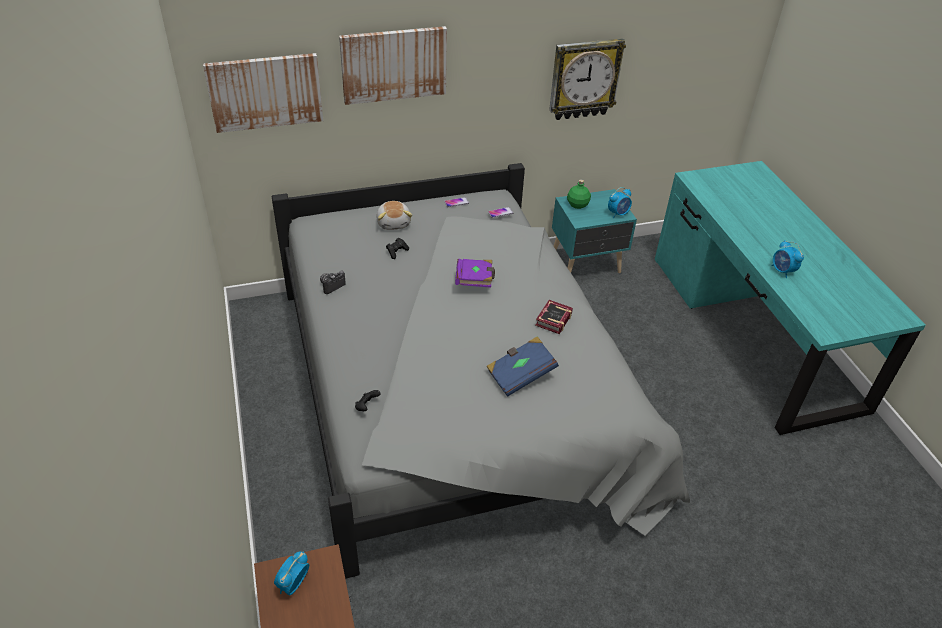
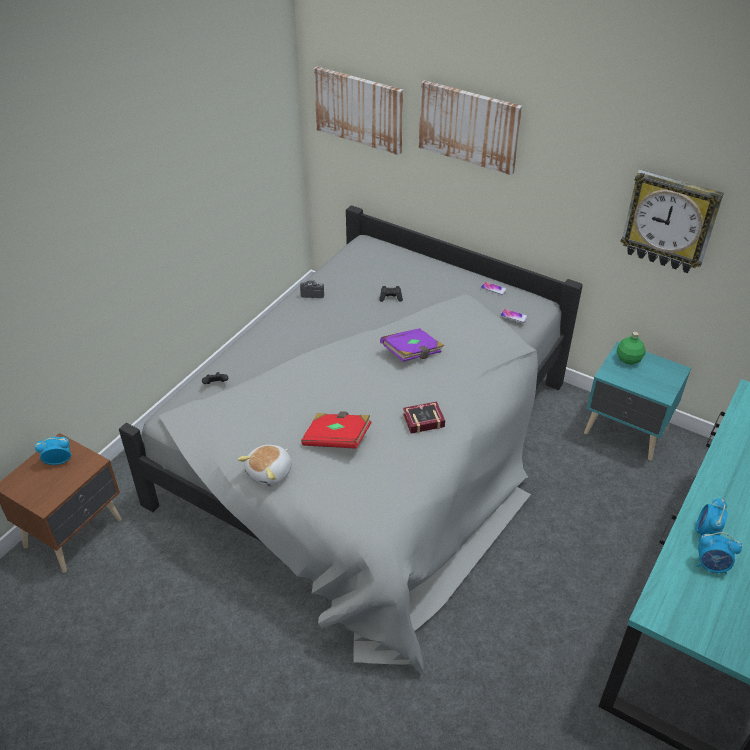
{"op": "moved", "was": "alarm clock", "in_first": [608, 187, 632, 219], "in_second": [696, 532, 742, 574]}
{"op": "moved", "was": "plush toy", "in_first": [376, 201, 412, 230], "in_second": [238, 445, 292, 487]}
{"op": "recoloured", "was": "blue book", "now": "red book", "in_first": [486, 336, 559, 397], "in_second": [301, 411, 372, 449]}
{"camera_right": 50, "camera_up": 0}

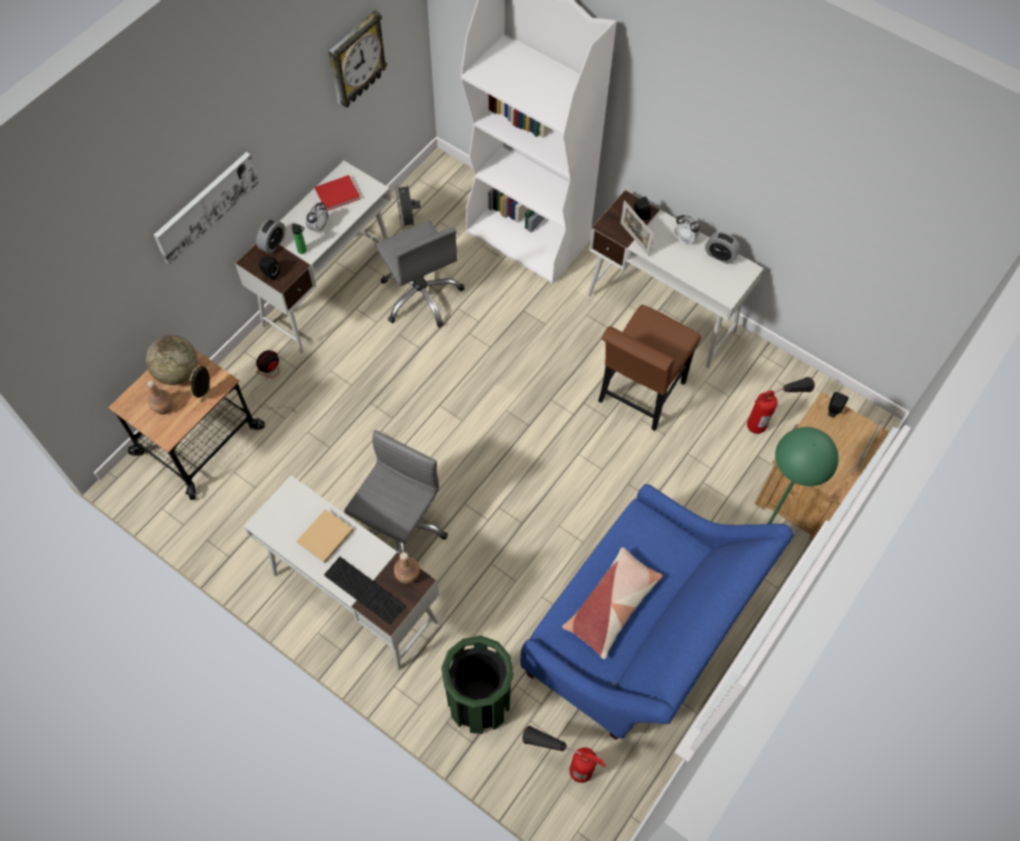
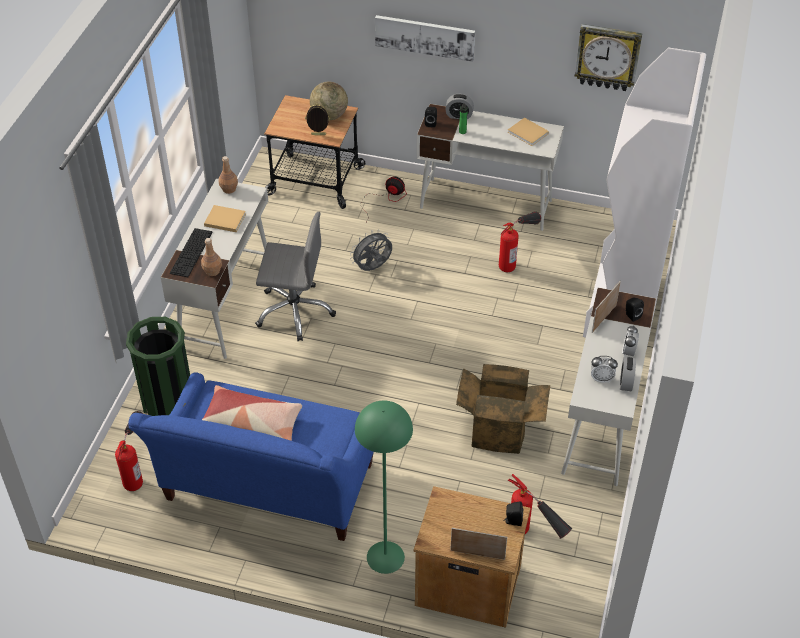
{"op": "recoloured", "was": "red book", "now": "beige book", "in_first": [315, 175, 360, 211], "in_second": [507, 118, 549, 146]}
{"op": "moved", "was": "grey fan", "in_first": [395, 183, 421, 231], "in_second": [350, 229, 392, 271]}
{"op": "moved", "was": "alarm clock", "in_first": [306, 202, 329, 234], "in_second": [591, 356, 618, 383]}
{"op": "replaced", "was": "grey office chair", "now": "fire extinguisher", "in_first": [375, 220, 465, 328], "in_second": [499, 211, 541, 272]}
{"op": "replaced", "was": "brown chair", "now": "cardboard box", "in_first": [598, 305, 701, 431], "in_second": [456, 364, 550, 454]}
{"op": "moved", "was": "brown bottle", "in_first": [147, 380, 173, 415], "in_second": [218, 156, 238, 194]}
{"camera_right": 70, "camera_up": -15}

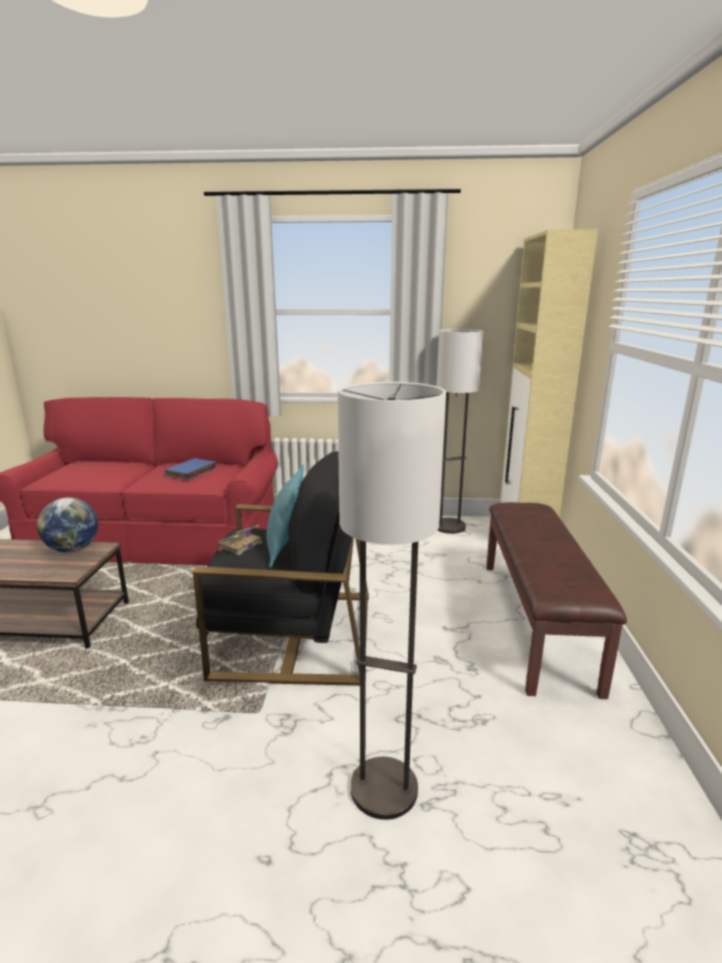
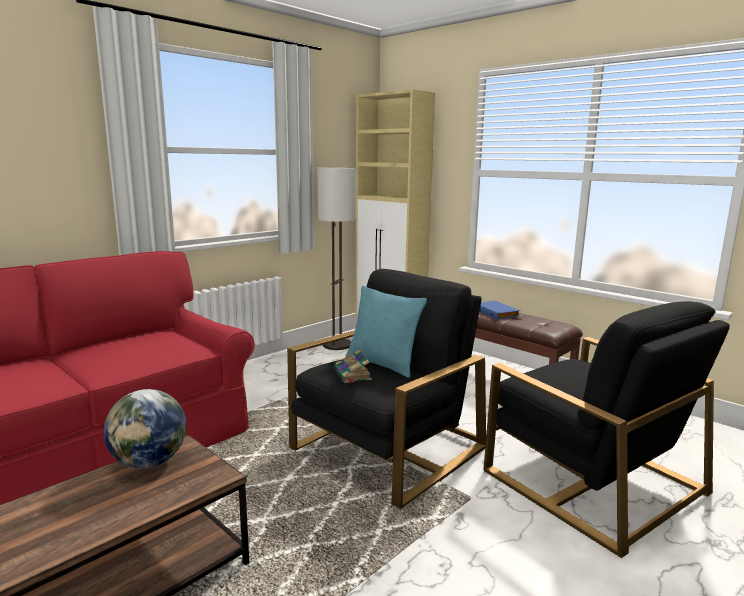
{"op": "replaced", "was": "floor lamp", "now": "black armchair", "in_first": [338, 382, 446, 820], "in_second": [483, 301, 730, 558]}
{"op": "moved", "was": "blue book", "in_first": [165, 458, 217, 480], "in_second": [479, 301, 520, 320]}
{"camera_right": -50, "camera_up": -5}

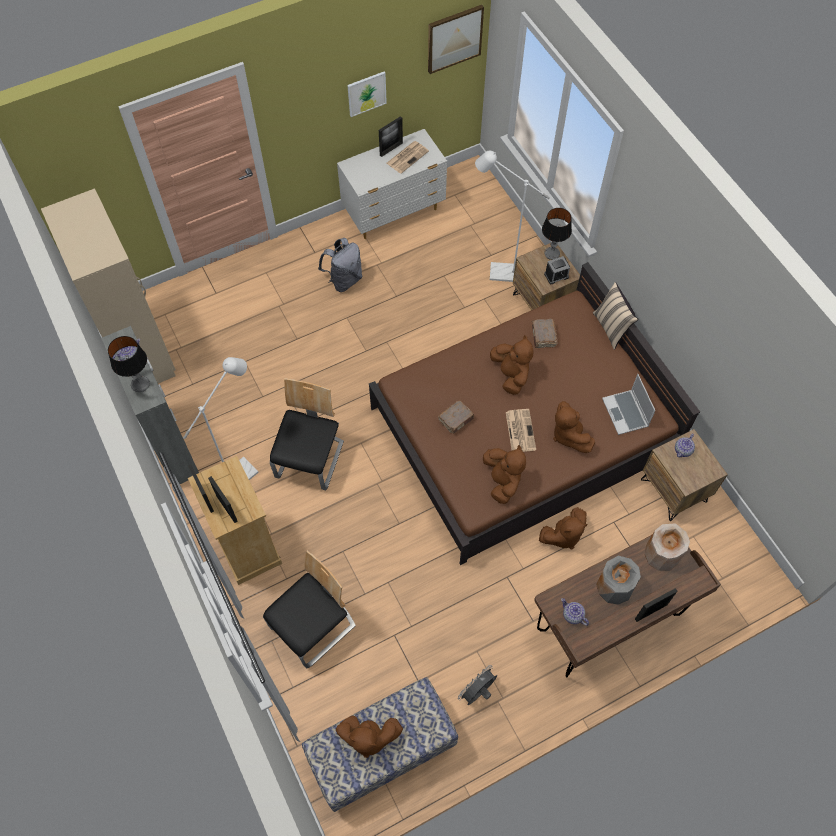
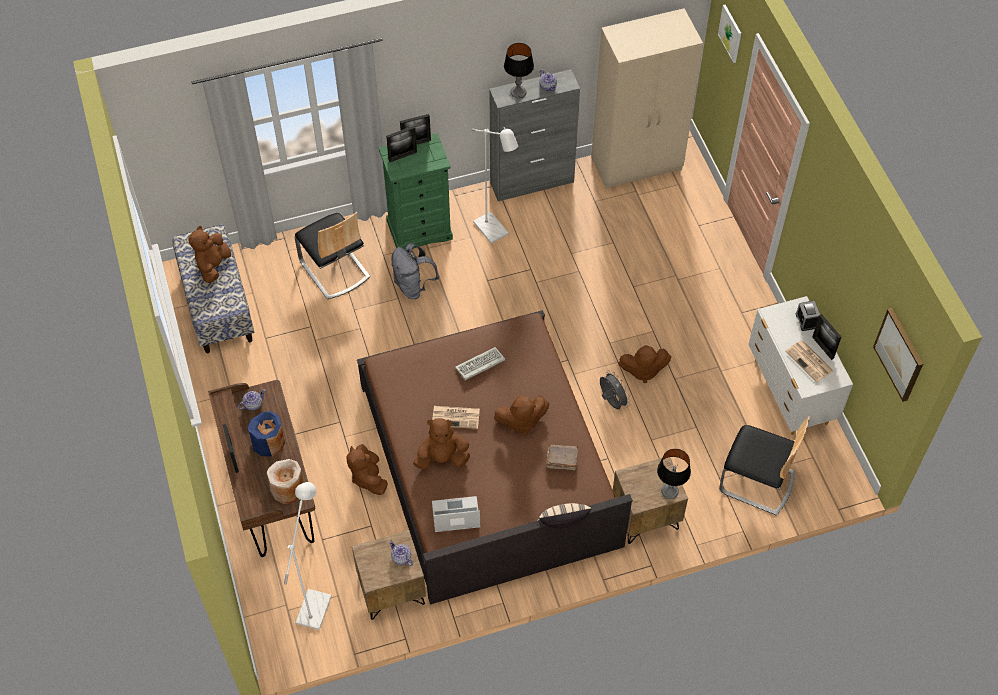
{"op": "moved", "was": "picture", "in_first": [347, 72, 387, 117], "in_second": [718, 5, 741, 63]}
{"op": "moved", "was": "white floor lamp", "in_first": [475, 151, 550, 282], "in_second": [284, 482, 332, 630]}
{"op": "moved", "was": "grey backpack", "in_first": [318, 238, 362, 292], "in_second": [392, 243, 439, 299]}
{"op": "moved", "was": "alarm clock", "in_first": [544, 256, 570, 284], "in_second": [796, 301, 820, 331]}
{"op": "moved", "was": "chair", "in_first": [270, 378, 344, 490], "in_second": [719, 416, 810, 516]}
{"op": "replaced", "was": "brown book", "now": "keyboard", "in_first": [438, 401, 474, 434], "in_second": [455, 347, 505, 380]}
{"op": "moved", "was": "brown plush toy", "in_first": [483, 445, 526, 504], "in_second": [618, 345, 671, 383]}
{"op": "recoloured", "was": "beige dresser", "now": "green dresser", "in_first": [188, 456, 282, 585], "in_second": [379, 133, 453, 249]}
{"op": "recoloured", "was": "grey vase", "now": "blue vase", "in_first": [596, 555, 641, 605], "in_second": [248, 411, 285, 456]}
{"op": "moved", "was": "grey fan", "in_first": [458, 665, 497, 705], "in_second": [600, 370, 631, 409]}
{"camera_right": 100, "camera_up": -5}

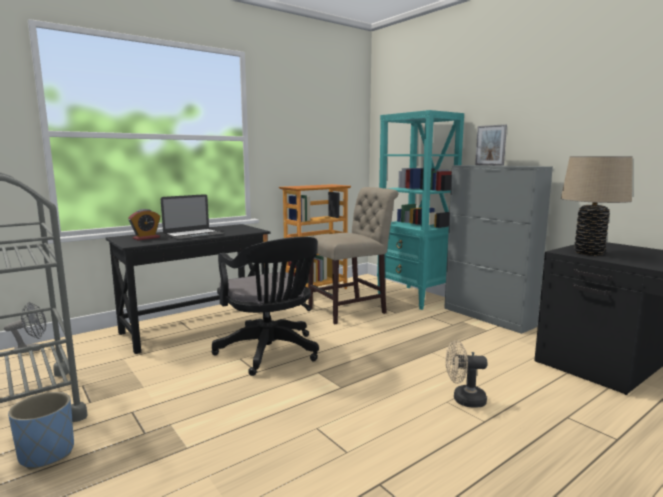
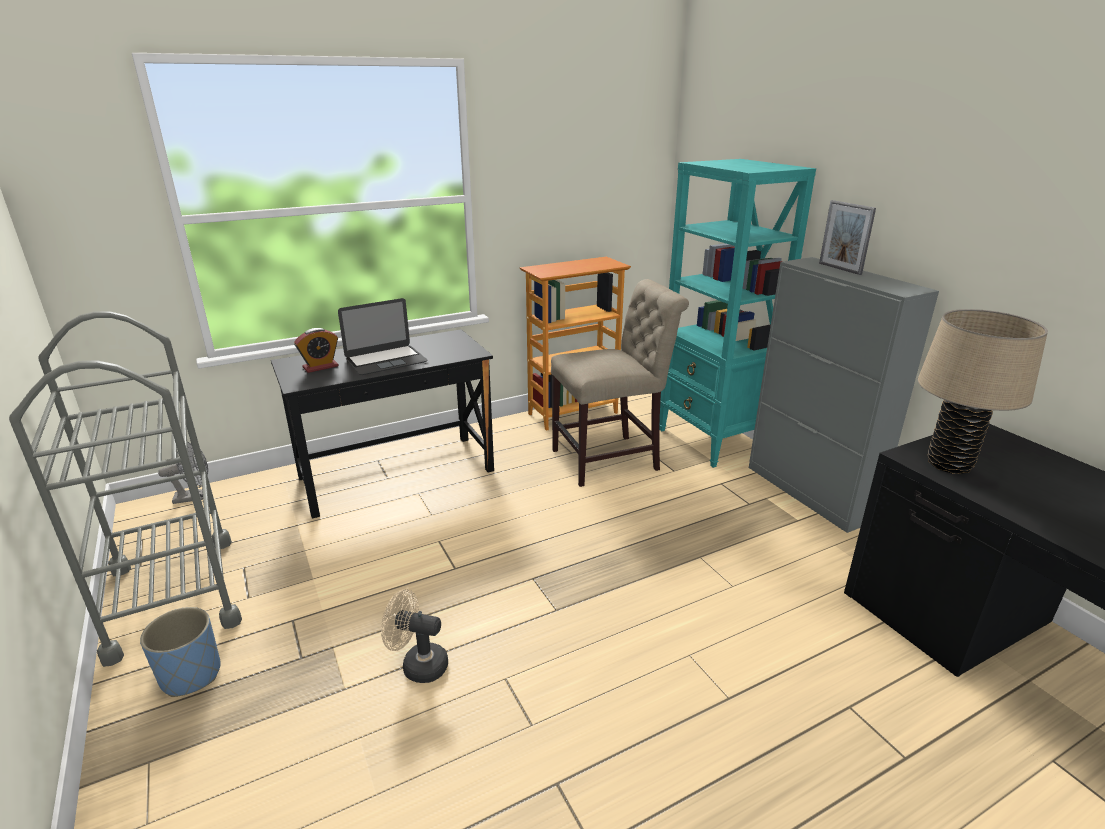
{"op": "removed", "was": "black office chair", "in_first": [212, 237, 319, 376]}
{"op": "moved", "was": "beige fan", "in_first": [446, 340, 487, 408], "in_second": [381, 589, 448, 683]}
{"camera_right": 10, "camera_up": 15}

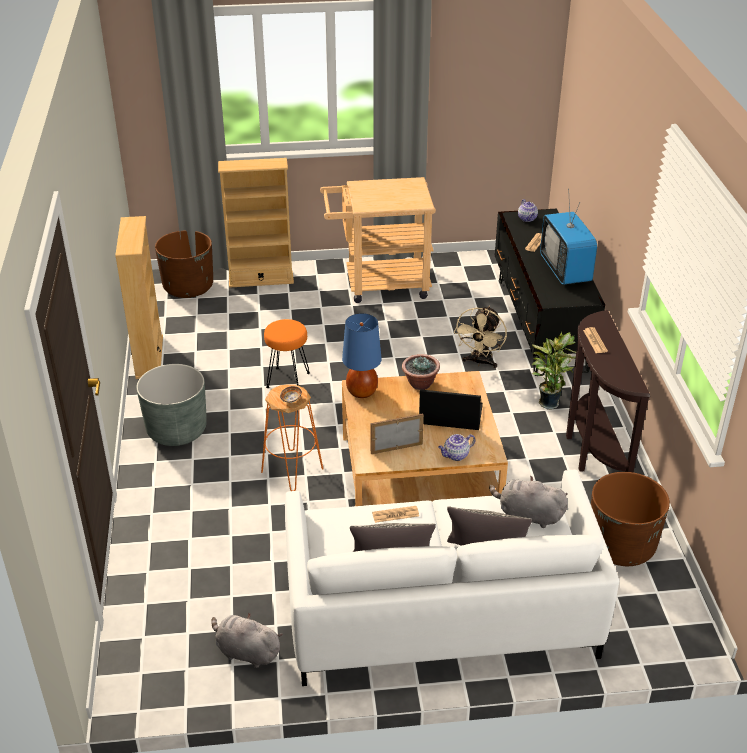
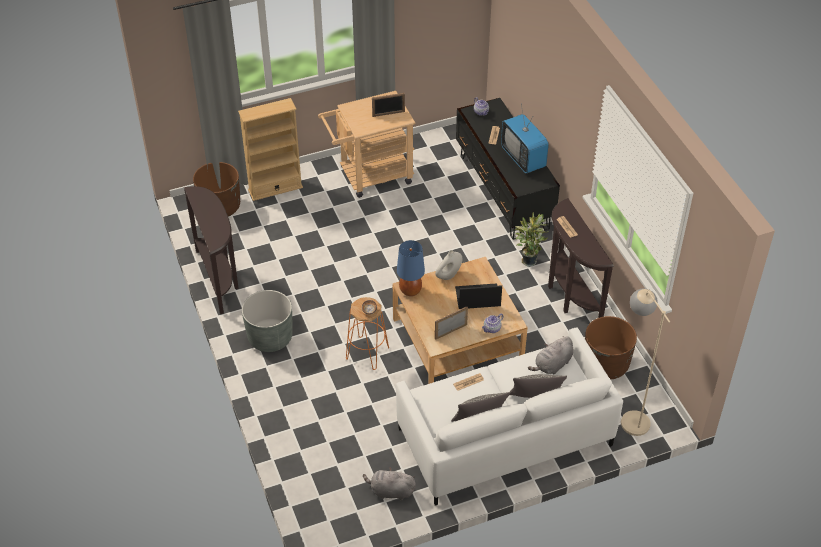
{"op": "replaced", "was": "beige bookcase", "now": "brown console table", "in_first": [115, 216, 163, 379], "in_second": [184, 186, 239, 314]}
{"op": "removed", "was": "beige fan", "in_first": [454, 306, 507, 368]}
{"op": "removed", "was": "orange stool", "in_first": [264, 319, 310, 388]}
{"op": "replaced", "was": "potted plant", "now": "white vase", "in_first": [402, 354, 440, 390], "in_second": [435, 250, 462, 280]}
{"op": "turned", "was": "grey plush toy", "in_first": [489, 476, 567, 528], "in_second": [528, 336, 574, 374], "clockwise": -45}
{"op": "added", "now": "picture frame", "in_second": [372, 93, 405, 117]}
{"op": "added", "now": "beige floor lamp", "in_second": [621, 289, 670, 436]}
{"camera_right": -15, "camera_up": 10}

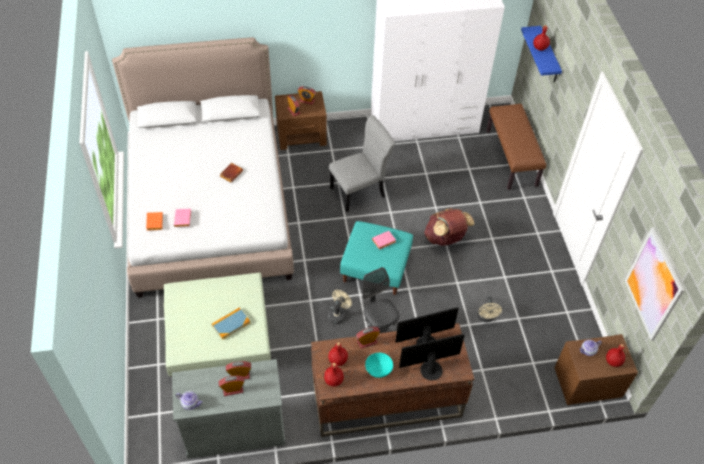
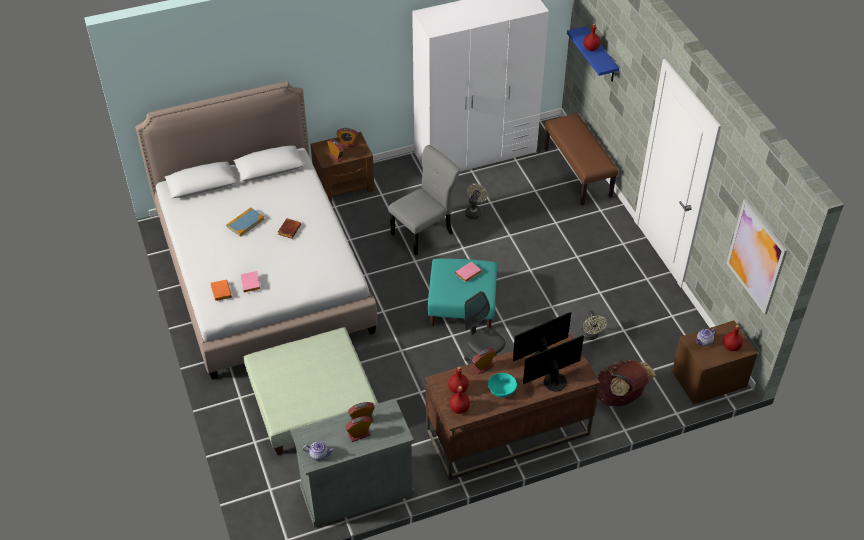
{"op": "moved", "was": "brown backpack", "in_first": [424, 208, 474, 246], "in_second": [597, 360, 656, 406]}
{"op": "moved", "was": "beige fan", "in_first": [328, 290, 352, 324], "in_second": [465, 184, 488, 219]}
{"op": "moved", "was": "book", "in_first": [212, 307, 250, 340], "in_second": [227, 207, 265, 237]}
{"camera_right": -10, "camera_up": -5}

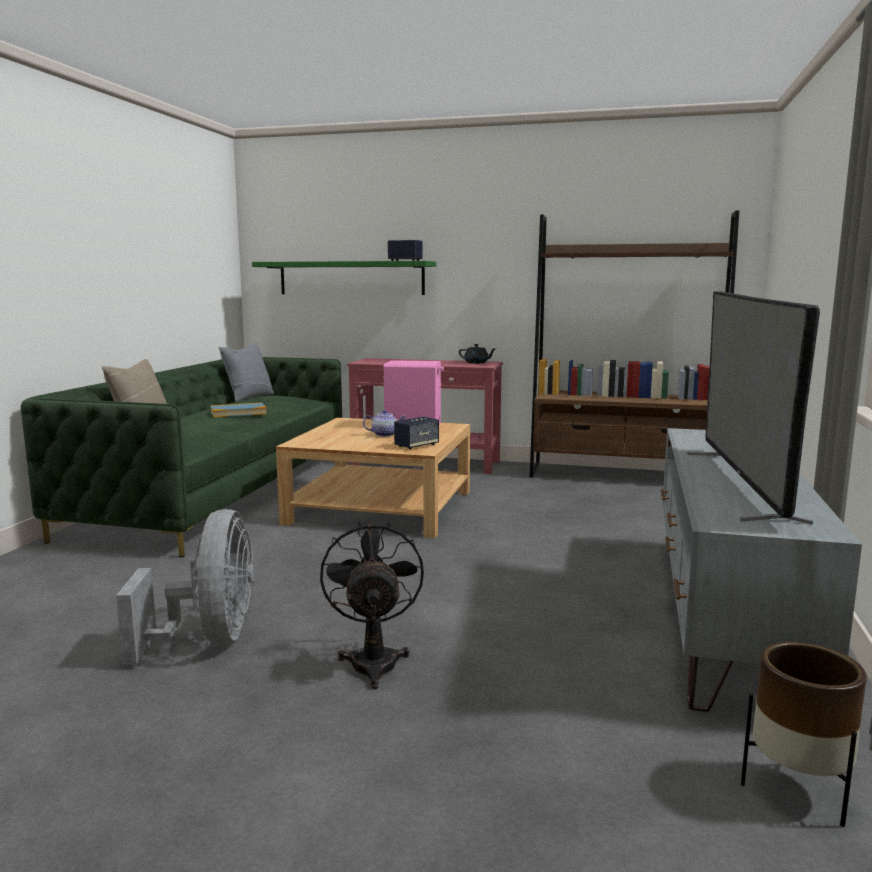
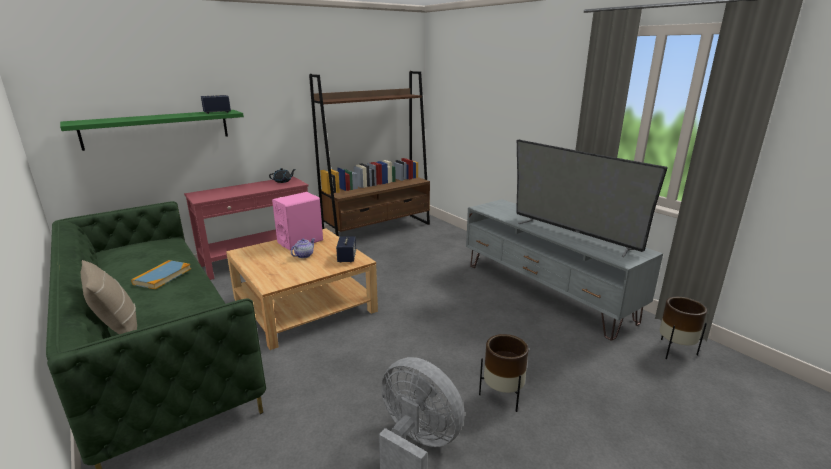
{"op": "removed", "was": "grey pillow", "in_first": [219, 343, 274, 402]}
{"op": "replaced", "was": "black fan", "now": "brown planter", "in_first": [320, 521, 424, 689], "in_second": [479, 334, 529, 412]}
{"camera_right": -50, "camera_up": 10}

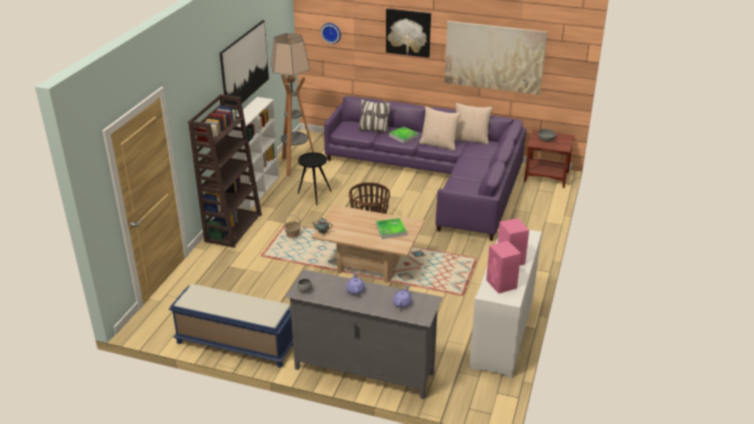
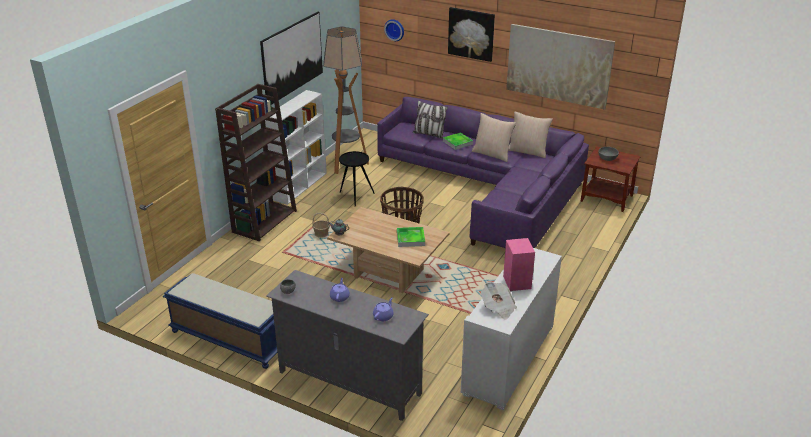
{"op": "replaced", "was": "pink speaker", "now": "newspaper", "in_first": [486, 241, 521, 294], "in_second": [481, 281, 517, 319]}
{"camera_right": 10, "camera_up": 0}

